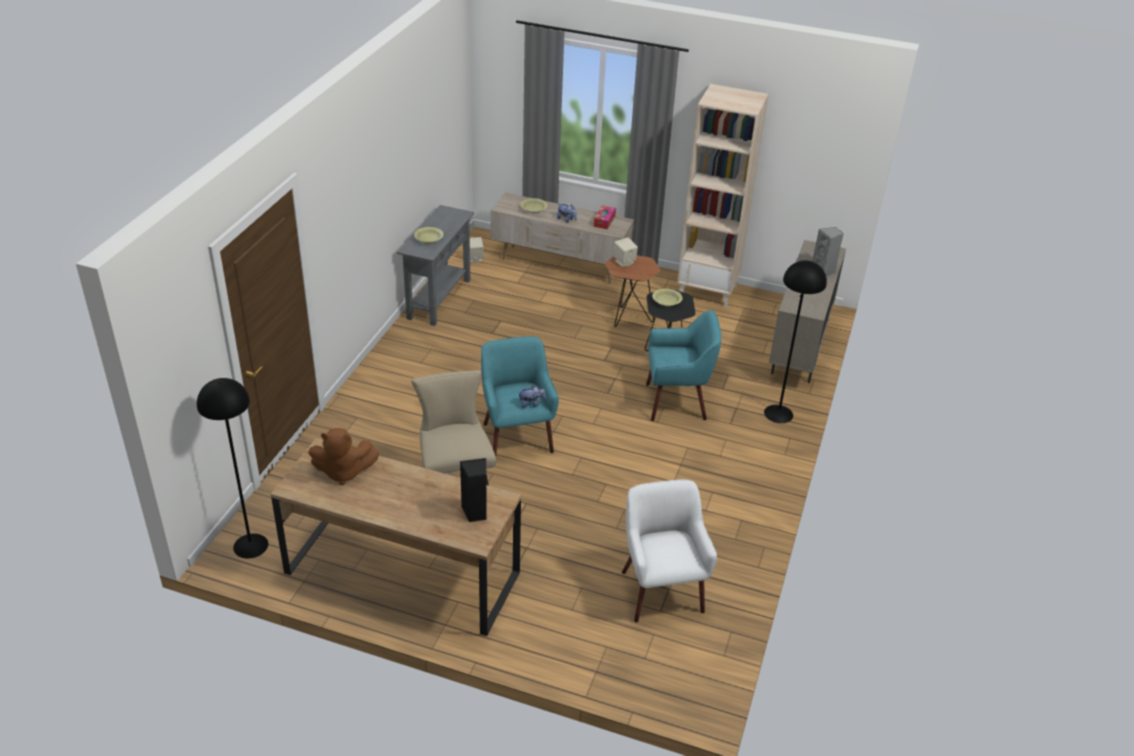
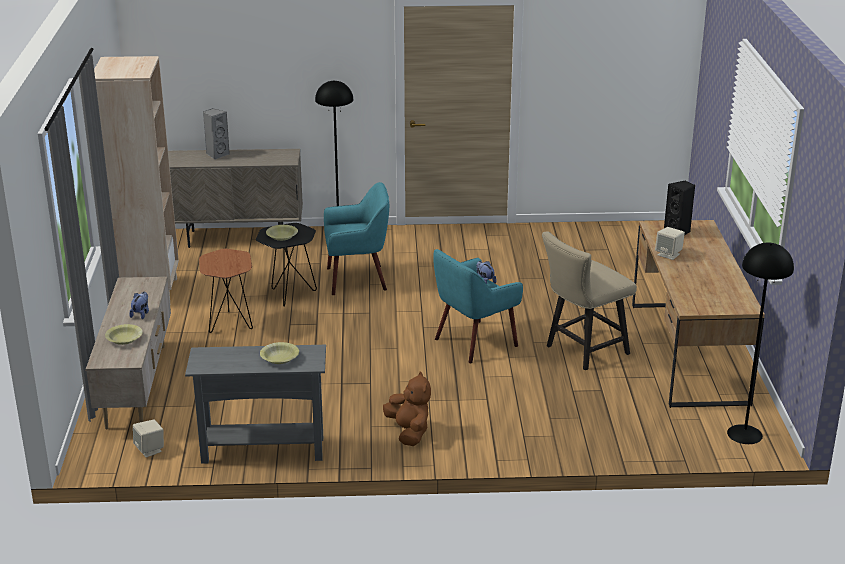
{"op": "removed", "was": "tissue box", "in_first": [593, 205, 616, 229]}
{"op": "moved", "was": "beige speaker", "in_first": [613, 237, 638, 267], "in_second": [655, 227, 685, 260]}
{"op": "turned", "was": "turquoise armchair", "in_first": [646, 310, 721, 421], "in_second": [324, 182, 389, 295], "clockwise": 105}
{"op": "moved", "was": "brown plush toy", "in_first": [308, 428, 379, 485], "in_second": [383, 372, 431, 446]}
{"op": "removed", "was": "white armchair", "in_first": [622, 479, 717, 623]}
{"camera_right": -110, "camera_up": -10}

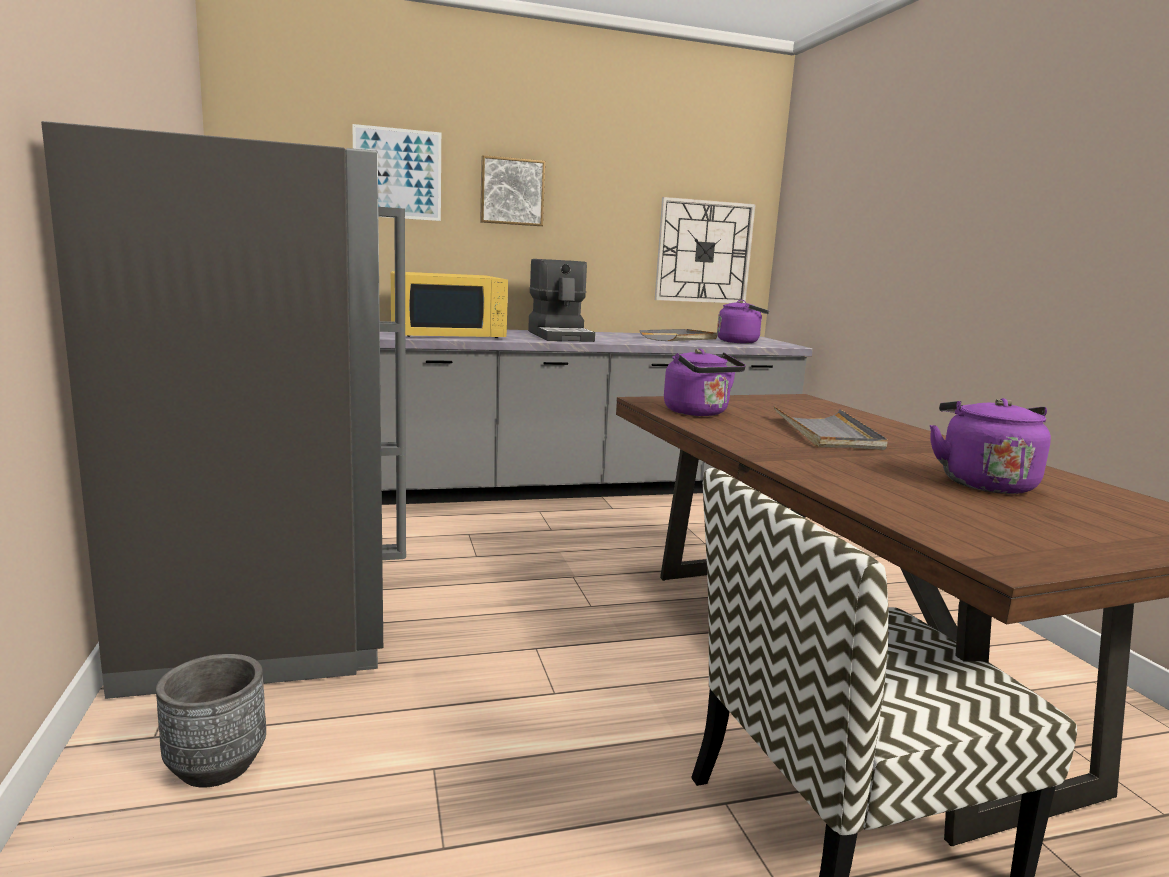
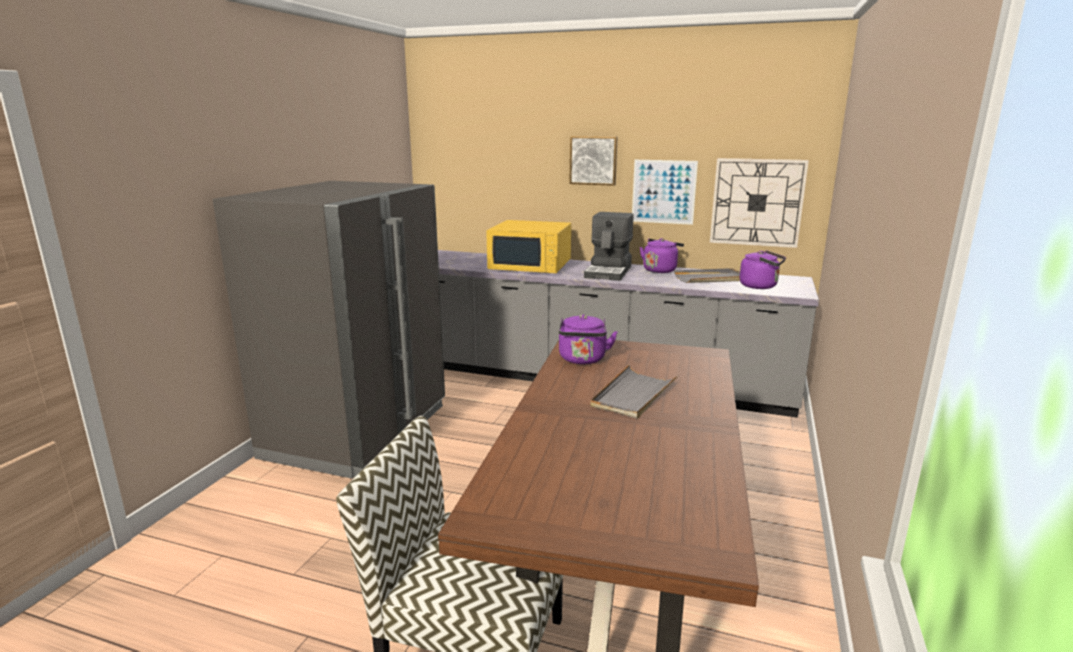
{"op": "moved", "was": "picture", "in_first": [352, 124, 441, 221], "in_second": [632, 160, 698, 225]}
{"op": "moved", "was": "purple kettle", "in_first": [930, 398, 1051, 494], "in_second": [640, 238, 684, 273]}
{"op": "removed", "was": "grey planter", "in_first": [156, 654, 266, 787]}
{"camera_right": 35, "camera_up": 5}

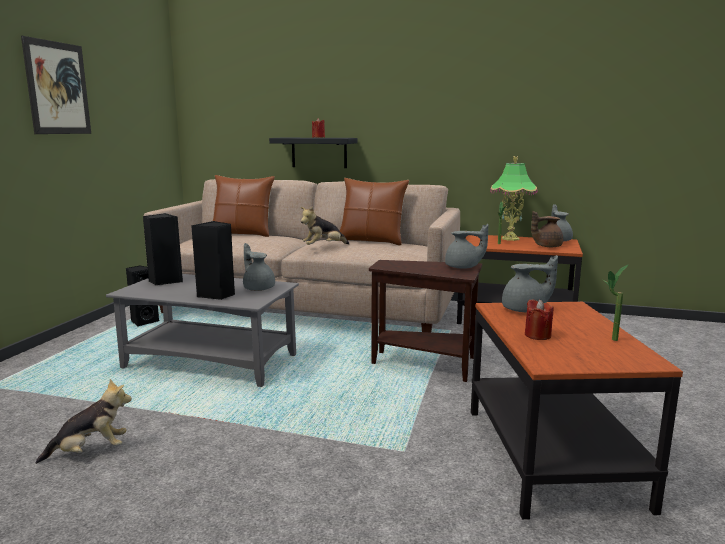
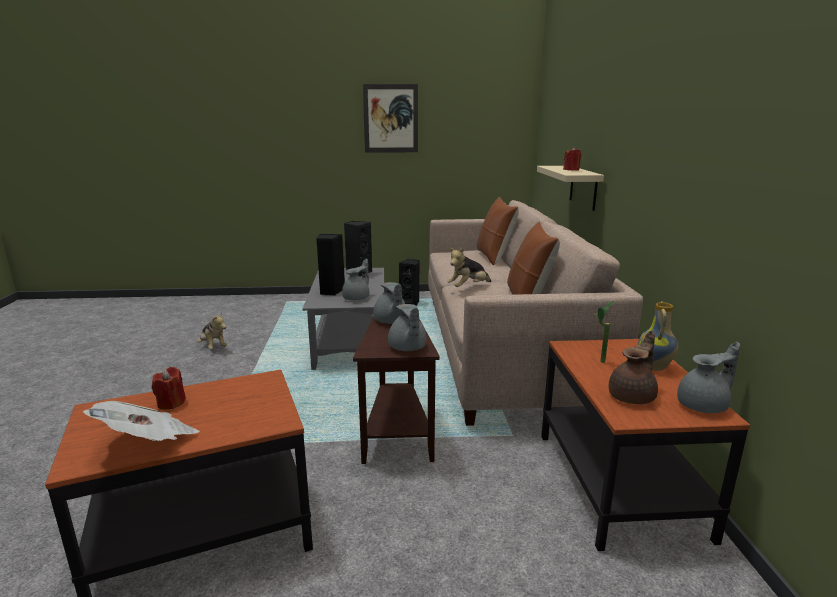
{"op": "recoloured", "was": "black shelf", "now": "beige shelf", "in_first": [269, 138, 357, 168], "in_second": [537, 166, 604, 211]}
{"op": "replaced", "was": "table lamp", "now": "vase", "in_first": [490, 156, 538, 241], "in_second": [638, 301, 678, 371]}
{"op": "turned", "was": "plush toy", "in_first": [301, 206, 350, 245], "in_second": [447, 248, 491, 287], "clockwise": -75}
{"op": "turned", "was": "brown teapot", "in_first": [531, 211, 563, 247], "in_second": [609, 330, 658, 404], "clockwise": 75}
{"op": "moved", "was": "grey teapot", "in_first": [502, 255, 558, 312], "in_second": [373, 282, 405, 324]}
{"op": "replaced", "was": "potted plant", "now": "newspaper", "in_first": [603, 264, 629, 341], "in_second": [83, 401, 200, 441]}
{"camera_right": 70, "camera_up": 5}

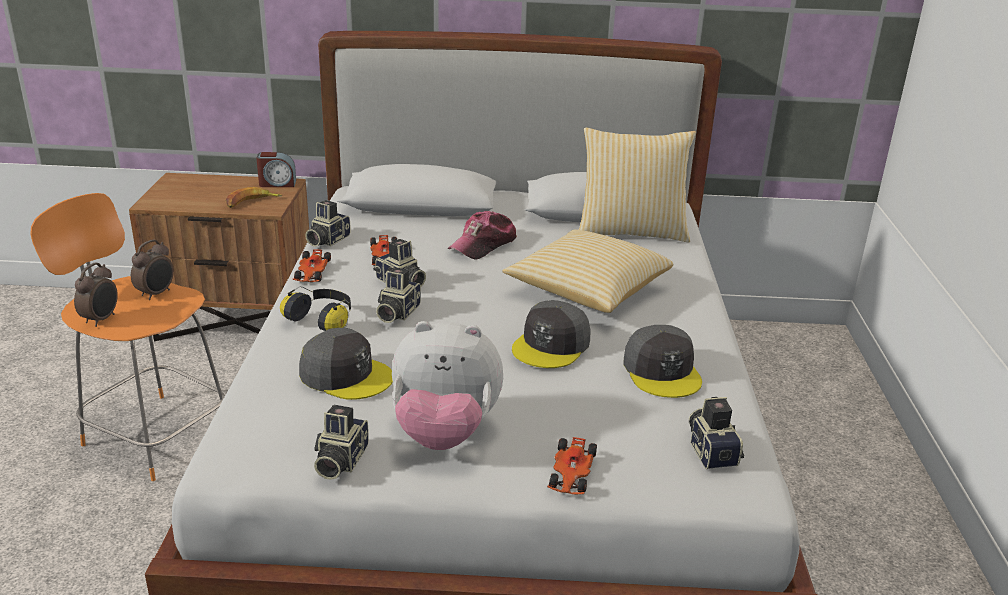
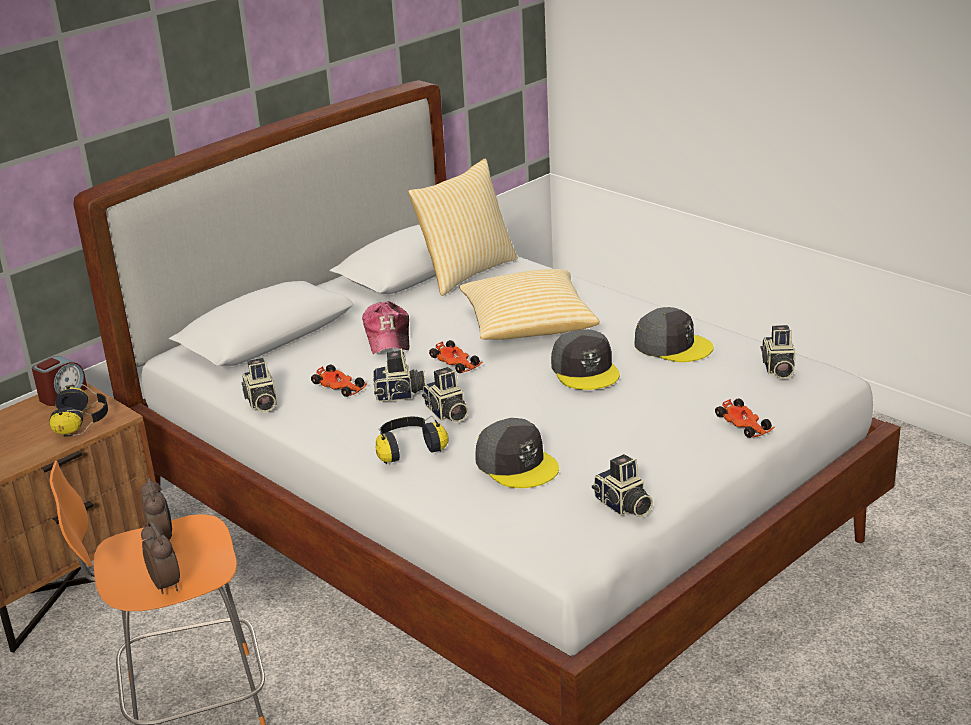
{"op": "replaced", "was": "banana", "now": "headphones", "in_first": [226, 187, 282, 208], "in_second": [49, 384, 108, 437]}
{"op": "moved", "was": "toy car", "in_first": [293, 249, 331, 282], "in_second": [429, 340, 482, 373]}
{"op": "removed", "was": "plush toy", "in_first": [392, 321, 503, 450]}
{"op": "turned", "was": "grey cap", "in_first": [299, 328, 393, 400], "in_second": [476, 418, 559, 488], "clockwise": 75}
{"op": "turned", "was": "photo camera", "in_first": [689, 397, 744, 469], "in_second": [761, 325, 795, 379], "clockwise": -120}
{"camera_right": -45, "camera_up": 0}

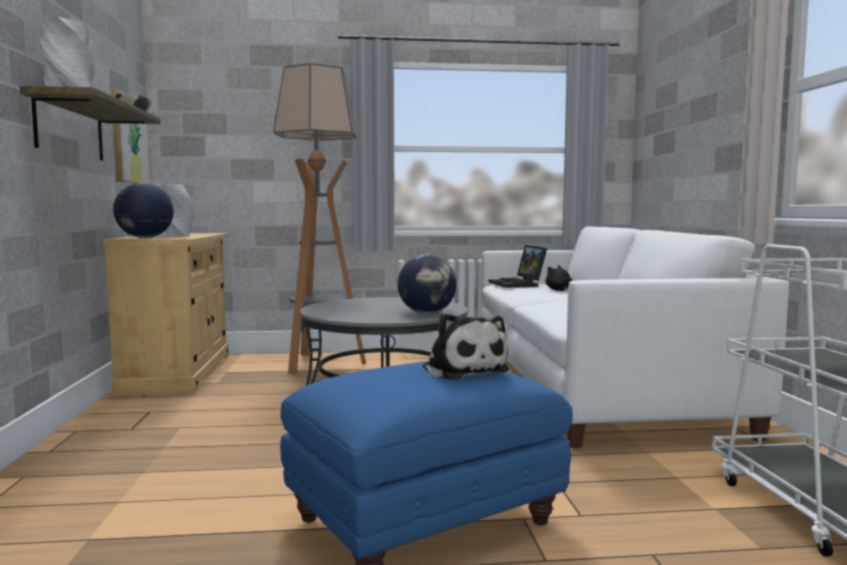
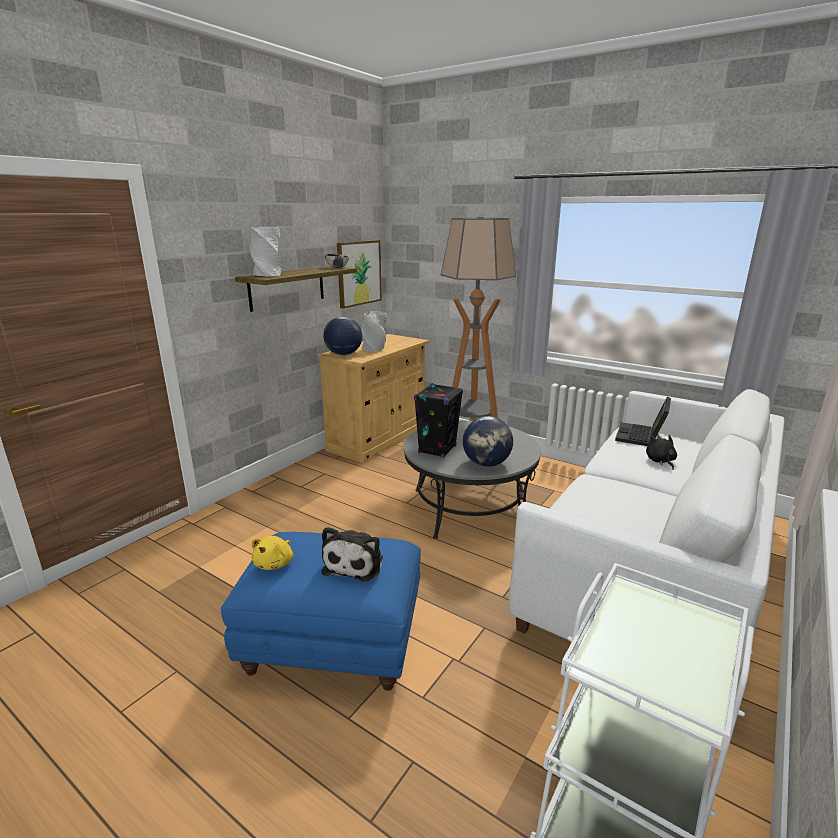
{"op": "added", "now": "black speaker", "in_second": [414, 383, 463, 458]}
{"op": "added", "now": "yellow plush toy", "in_second": [252, 536, 293, 570]}
{"camera_right": 40, "camera_up": 15}

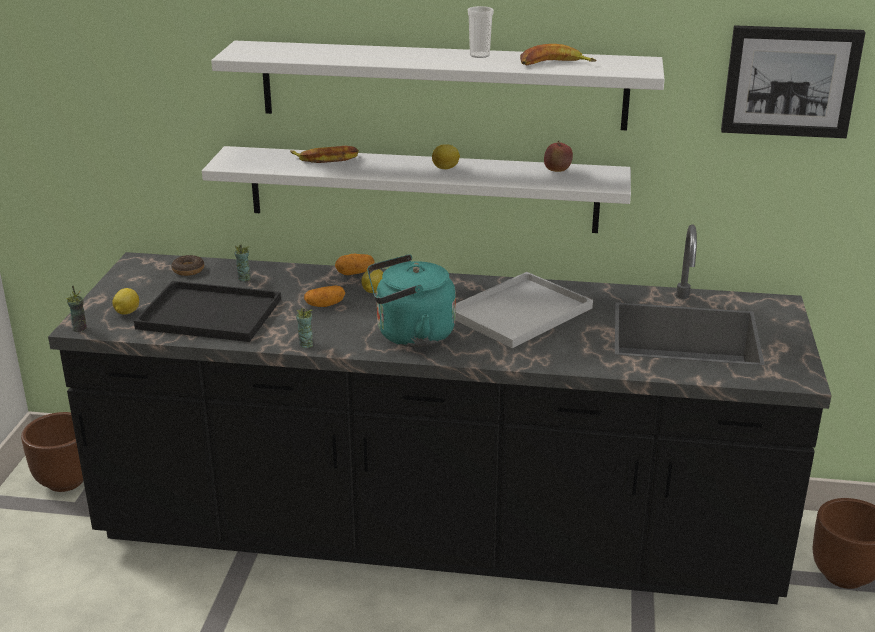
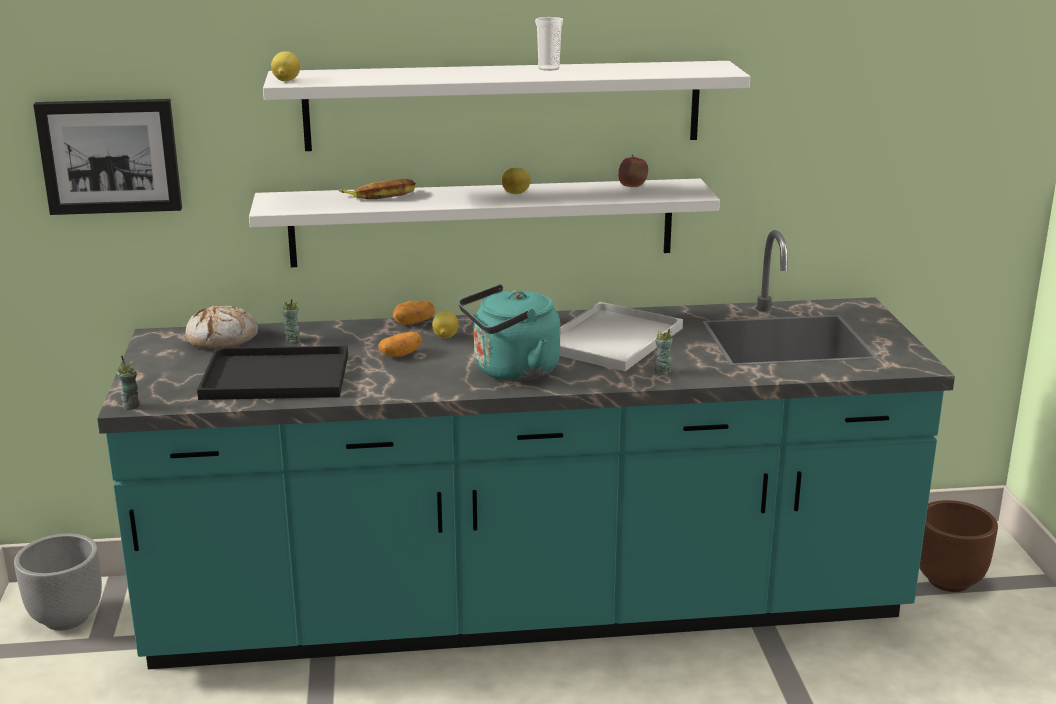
{"op": "moved", "was": "picture", "in_first": [721, 25, 866, 138], "in_second": [33, 99, 182, 215]}
{"op": "removed", "was": "banana", "in_first": [520, 44, 596, 65]}
{"op": "recoloured", "was": "black counter", "now": "turquoise counter", "in_first": [48, 224, 832, 604], "in_second": [97, 230, 955, 669]}
{"op": "replaced", "was": "donut", "now": "bread", "in_first": [172, 255, 204, 276], "in_second": [185, 305, 258, 349]}
{"op": "moved", "was": "lemon", "in_first": [112, 288, 139, 314], "in_second": [271, 51, 300, 81]}
{"op": "moved", "was": "cup", "in_first": [296, 308, 313, 348], "in_second": [655, 329, 673, 374]}
{"op": "recoloured", "was": "brown planter", "now": "grey planter", "in_first": [21, 412, 83, 492], "in_second": [14, 534, 102, 631]}
{"camera_right": -15, "camera_up": -5}

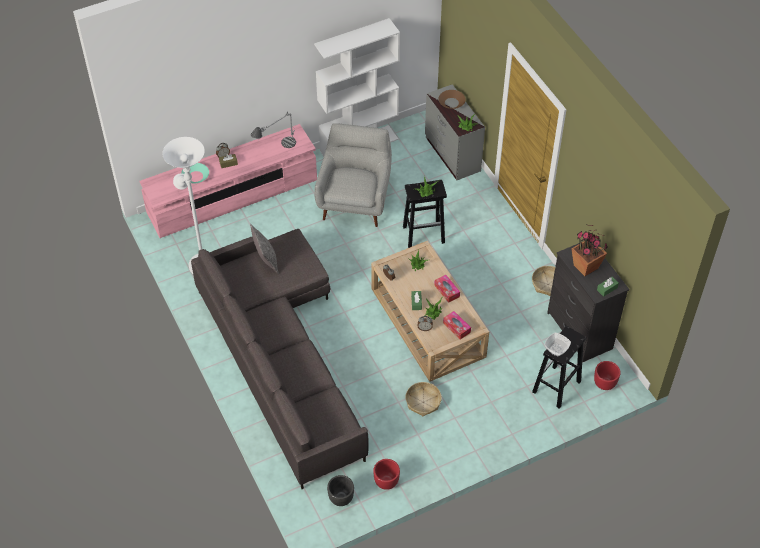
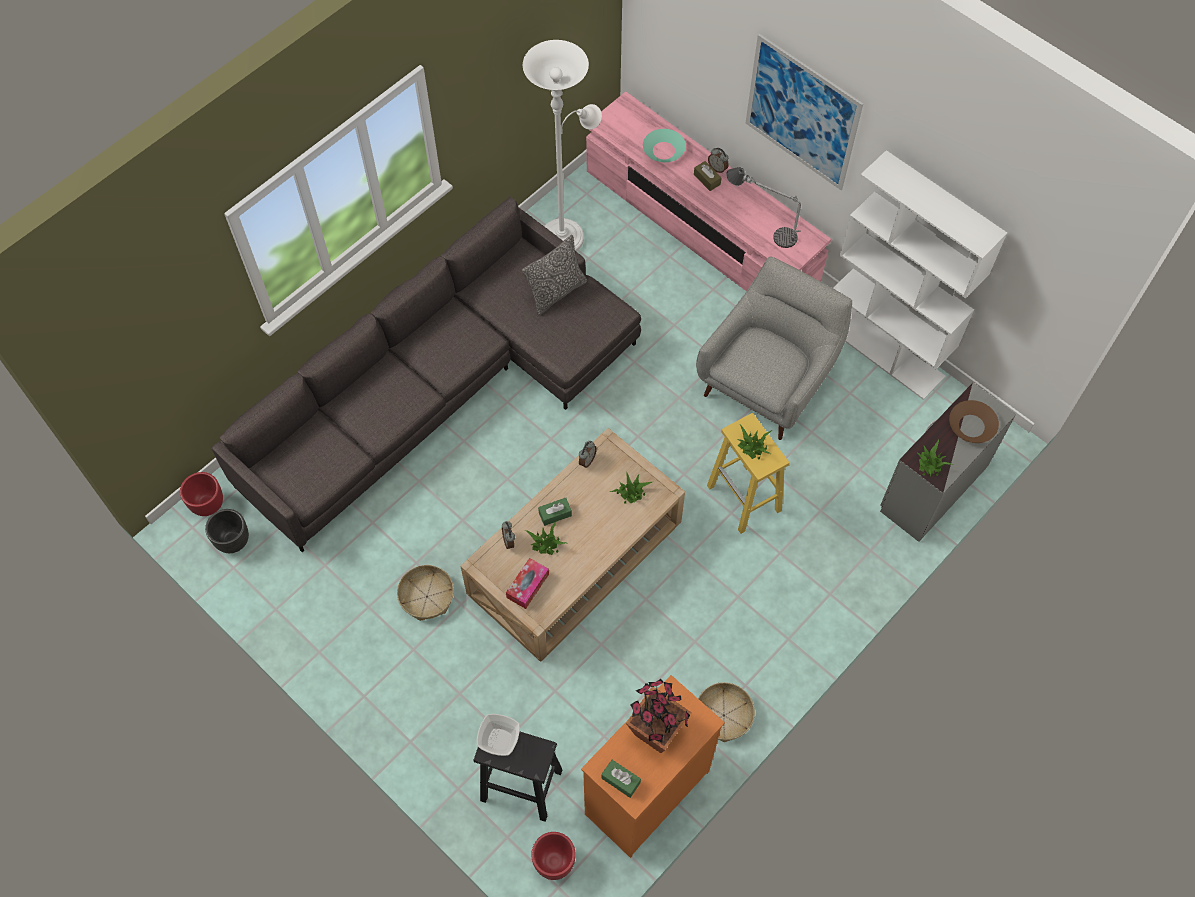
{"op": "turned", "was": "grey armchair", "in_first": [314, 123, 392, 227], "in_second": [696, 256, 852, 440], "clockwise": -45}
{"op": "recoloured", "was": "black stool", "now": "yellow stool", "in_first": [403, 180, 447, 248], "in_second": [707, 413, 789, 534]}
{"op": "recoloured", "was": "black dresser", "now": "orange dresser", "in_first": [547, 242, 629, 362], "in_second": [581, 675, 725, 858]}
{"op": "removed", "was": "tissue box", "in_first": [434, 275, 460, 303]}
{"op": "moved", "was": "red planter", "in_first": [373, 459, 400, 490], "in_second": [180, 472, 223, 516]}
{"op": "added", "now": "picture", "in_second": [746, 34, 863, 190]}
{"camera_right": 70, "camera_up": 10}

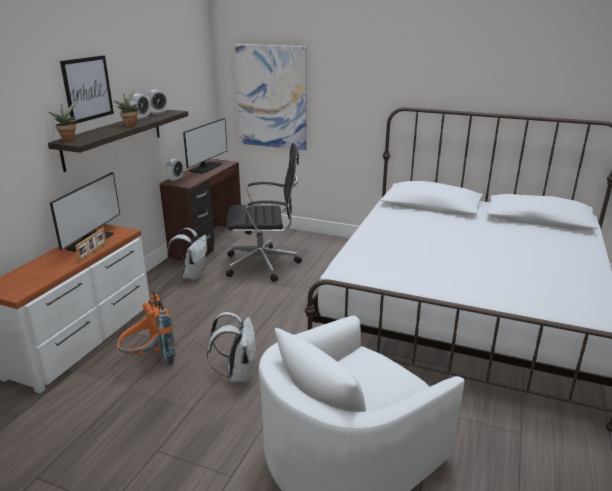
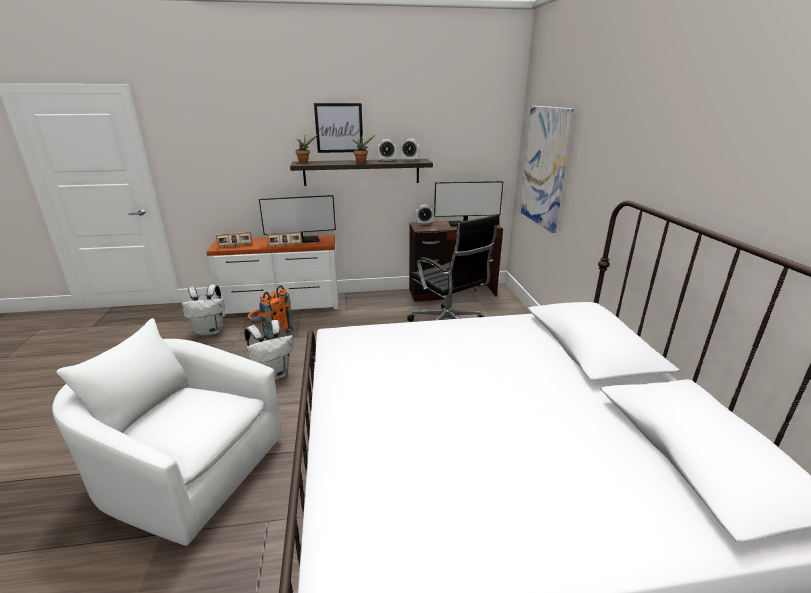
{"op": "moved", "was": "white backpack", "in_first": [167, 228, 207, 281], "in_second": [181, 284, 225, 336]}
{"op": "added", "now": "picture frame", "in_second": [216, 232, 253, 248]}
{"camera_right": 60, "camera_up": 0}

